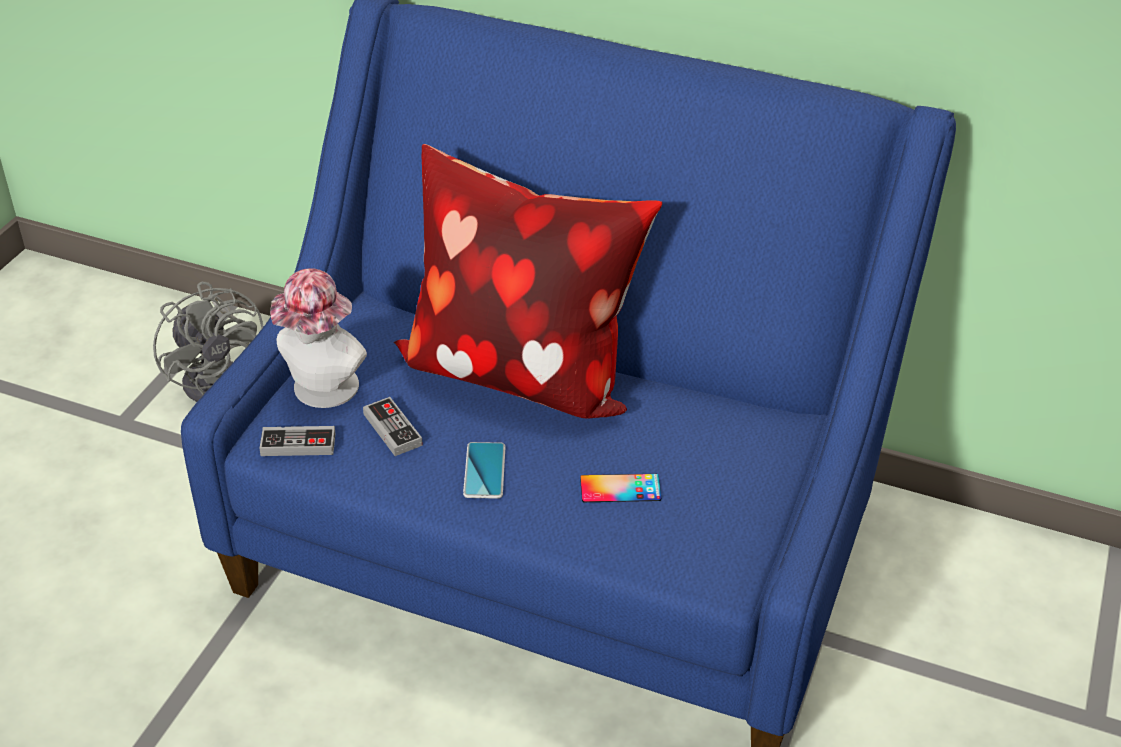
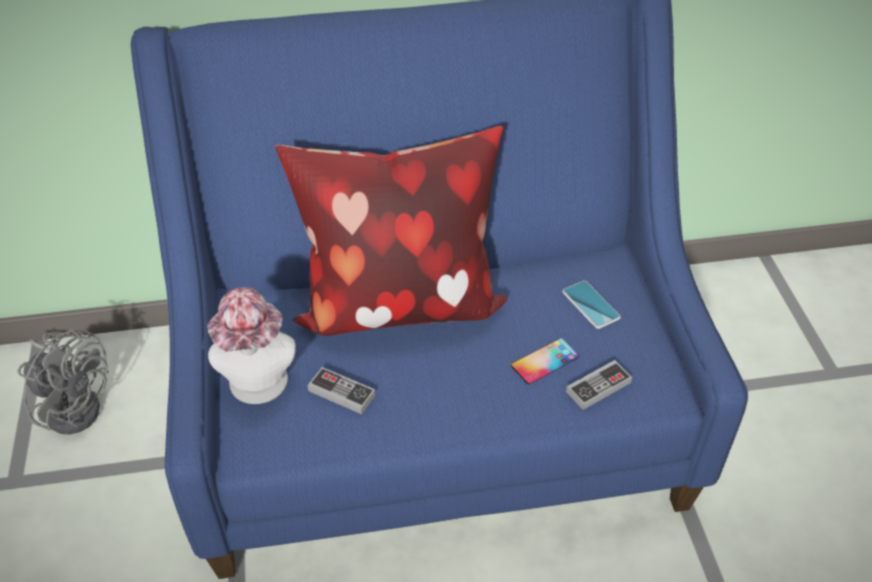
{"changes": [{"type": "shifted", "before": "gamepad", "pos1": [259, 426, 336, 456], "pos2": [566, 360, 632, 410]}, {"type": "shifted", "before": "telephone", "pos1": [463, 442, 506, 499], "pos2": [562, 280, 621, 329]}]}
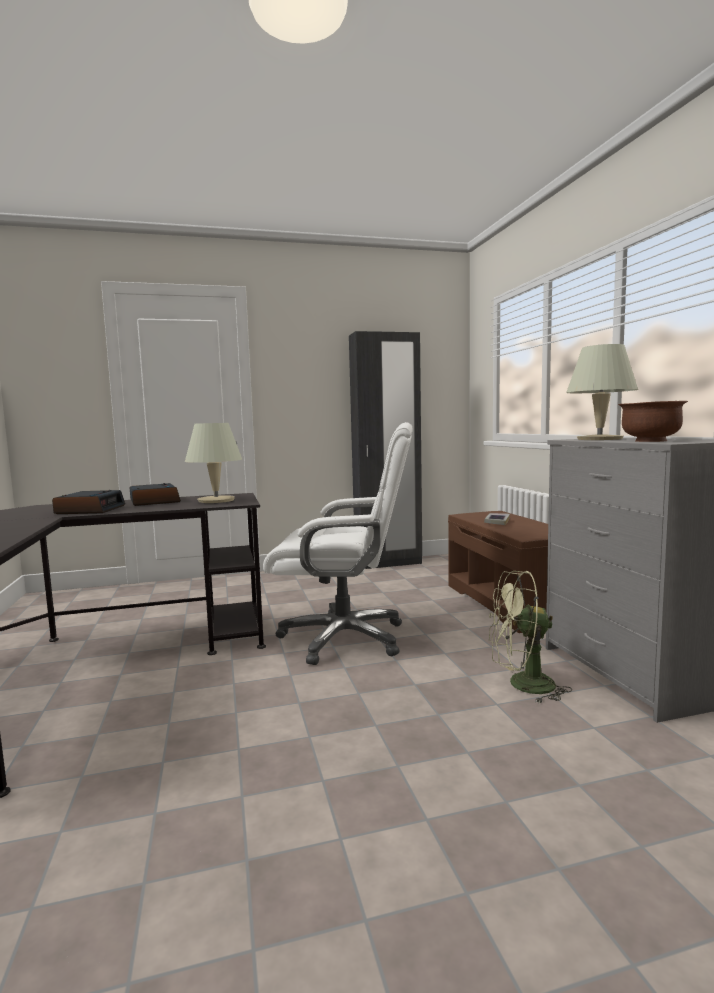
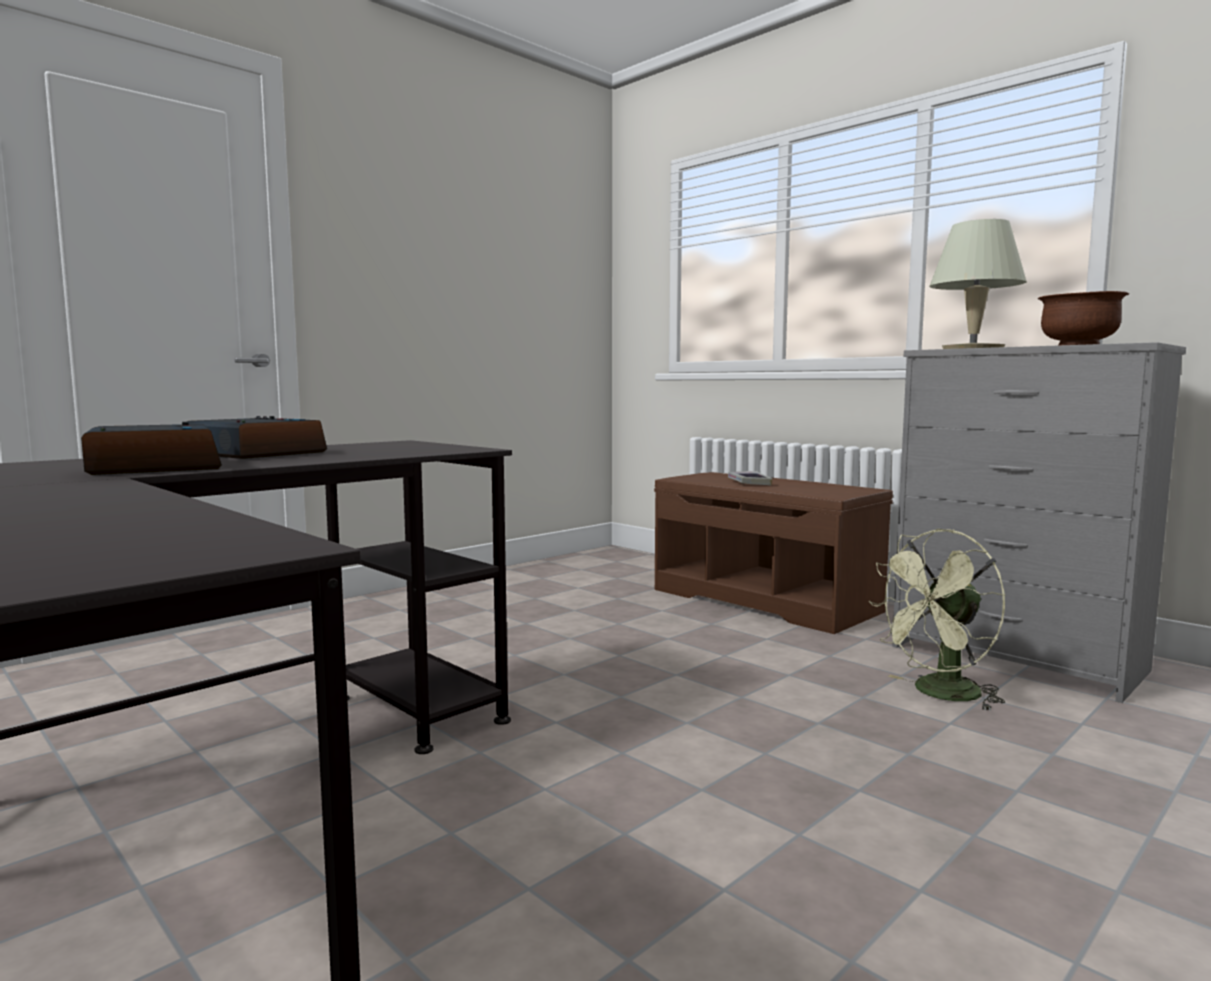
{"changes": [{"type": "gone", "before": "wardrobe/black-coloured", "pos1": [349, 331, 422, 569]}, {"type": "gone", "before": "computer chair/white", "pos1": [263, 422, 413, 665]}, {"type": "gone", "before": "lamp for a table/beige-coloured", "pos1": [185, 423, 242, 503]}]}
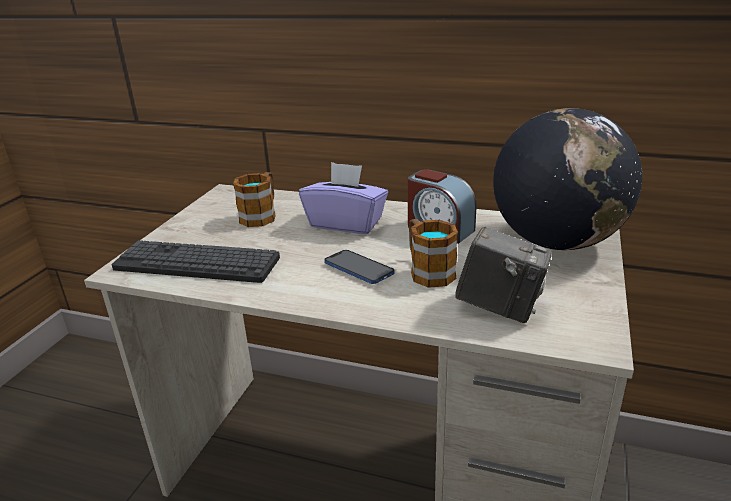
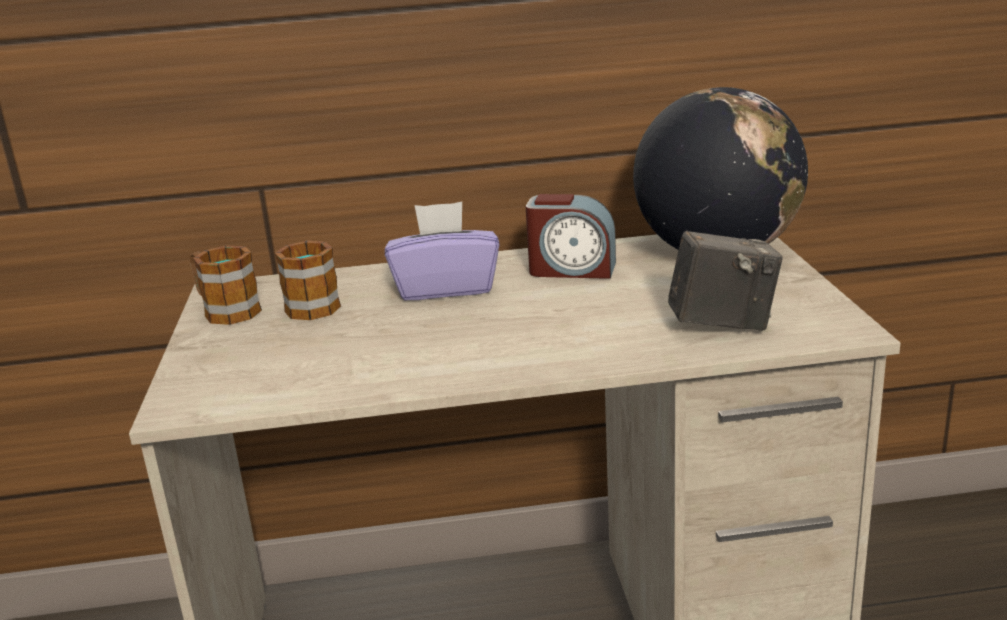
{"changes": [{"type": "shifted", "before": "mug", "pos1": [409, 219, 458, 288], "pos2": [190, 246, 262, 325]}, {"type": "gone", "before": "keyboard", "pos1": [112, 240, 280, 283]}, {"type": "gone", "before": "telephone", "pos1": [324, 250, 395, 284]}]}
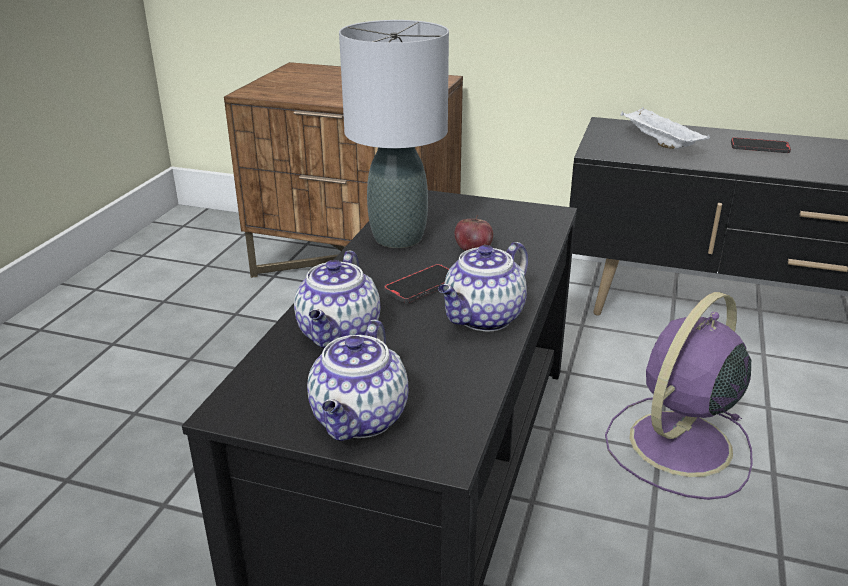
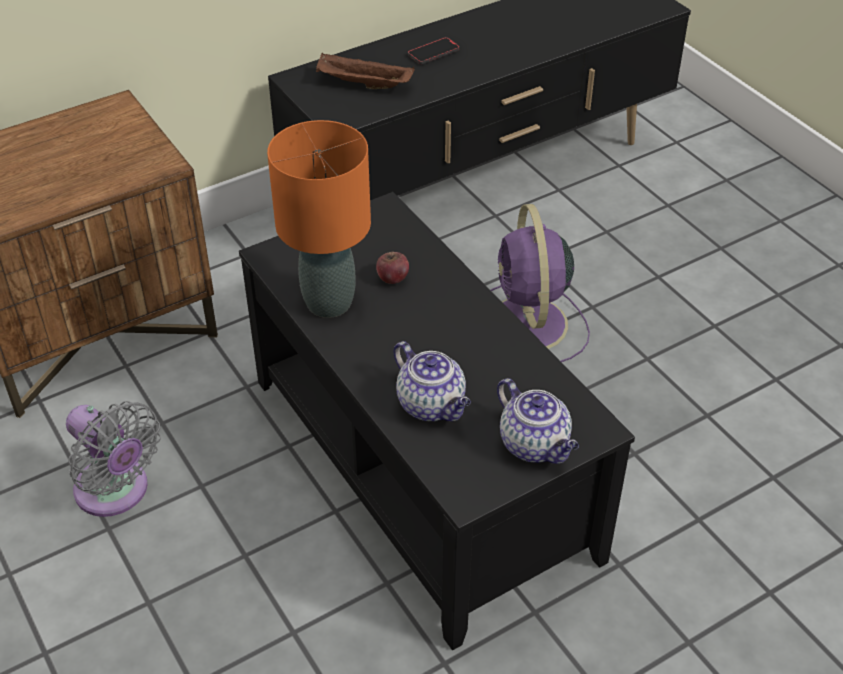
{"changes": [{"type": "repainted", "before": "lamp for a table/gray", "after": "lamp for a table/orange", "pos1": [339, 20, 449, 248], "pos2": [267, 120, 371, 318]}, {"type": "repainted", "before": "serving tray/white", "after": "serving tray/brown", "pos1": [621, 107, 710, 149], "pos2": [316, 53, 415, 89]}, {"type": "gone", "before": "tea pot", "pos1": [438, 242, 528, 331]}, {"type": "gone", "before": "telephone", "pos1": [384, 264, 449, 303]}, {"type": "new", "after": "electric fan/gray", "pos2": [66, 401, 161, 517]}]}
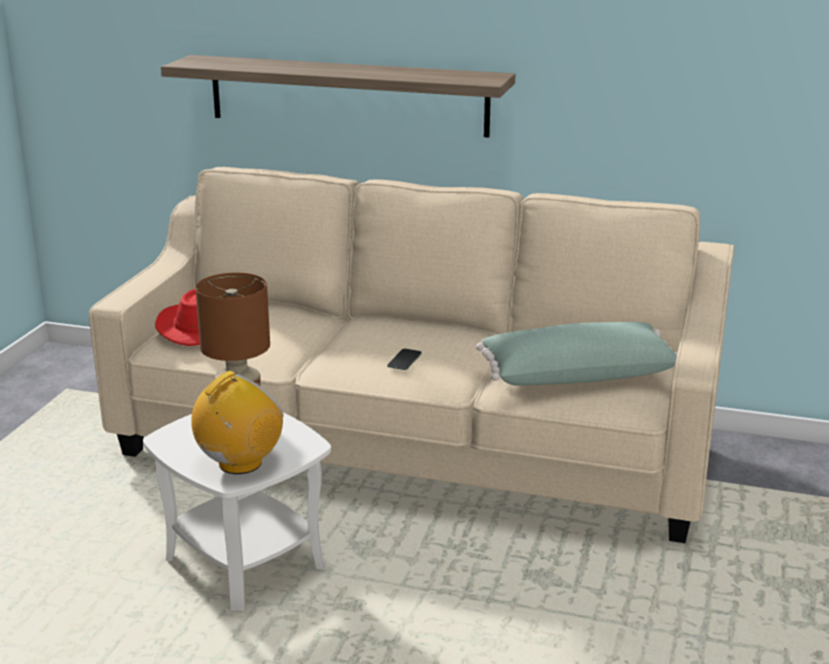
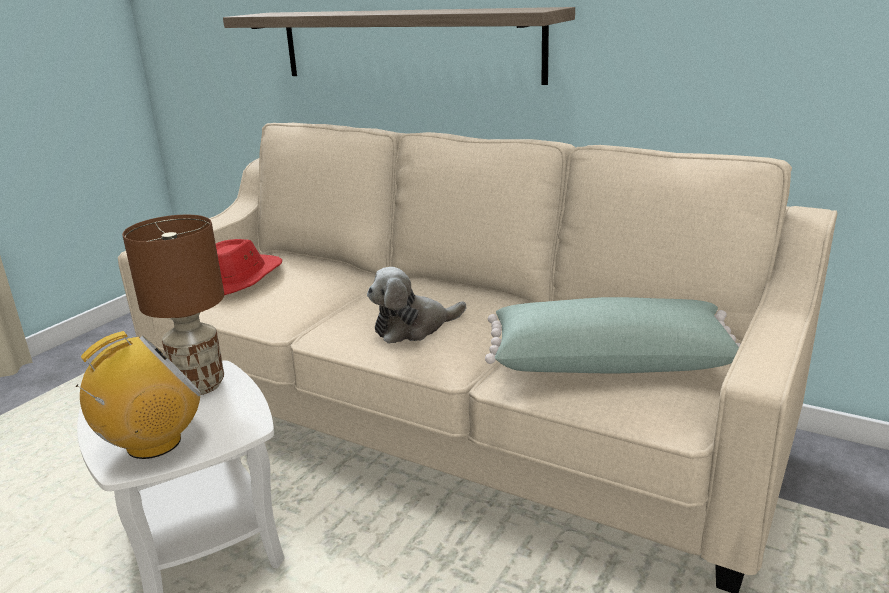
{"changes": [{"type": "swapped", "before": "telephone", "after": "soft toy", "pos1": [387, 349, 422, 370], "pos2": [367, 267, 467, 344]}]}
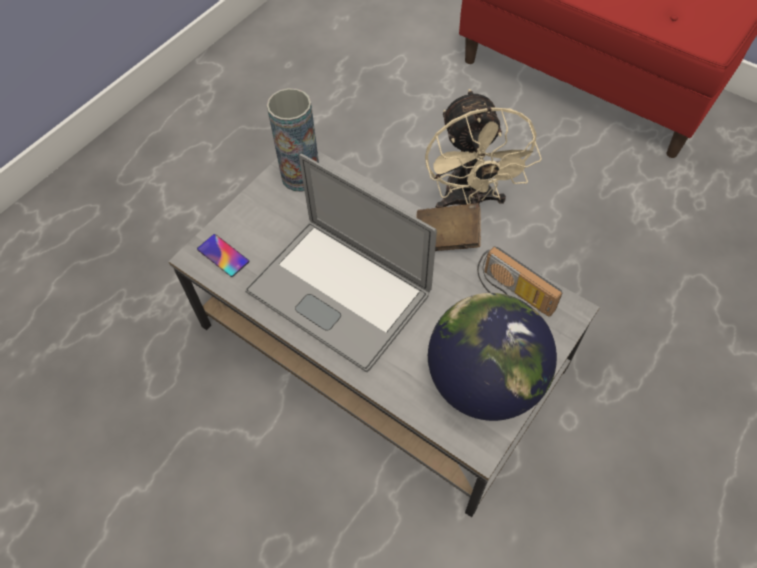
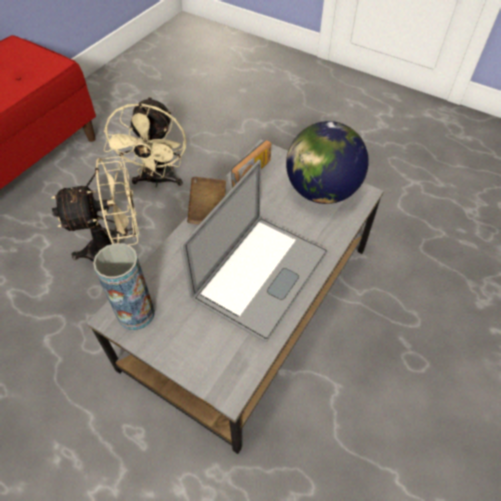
{"changes": [{"type": "gone", "before": "telephone", "pos1": [197, 234, 250, 277]}, {"type": "new", "after": "electric fan/beige-coloured", "pos2": [104, 96, 186, 187]}]}
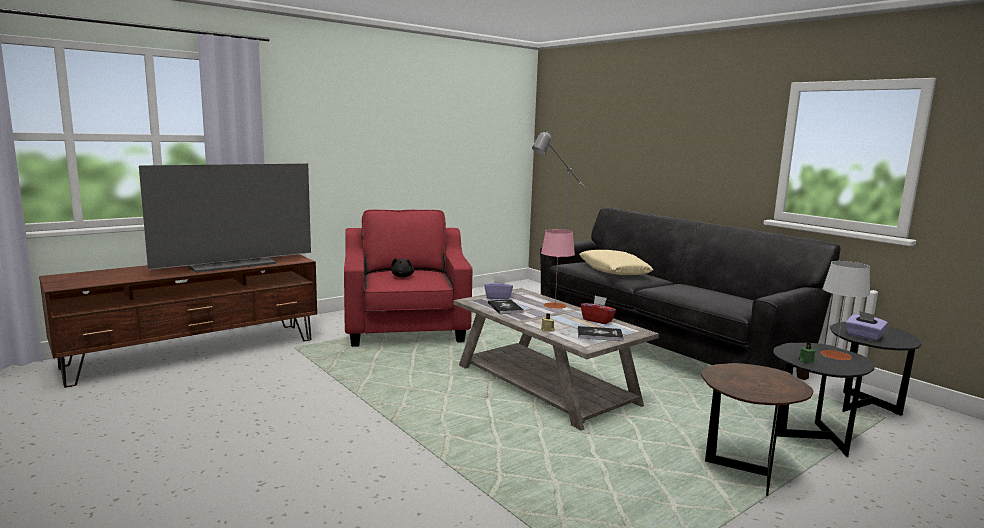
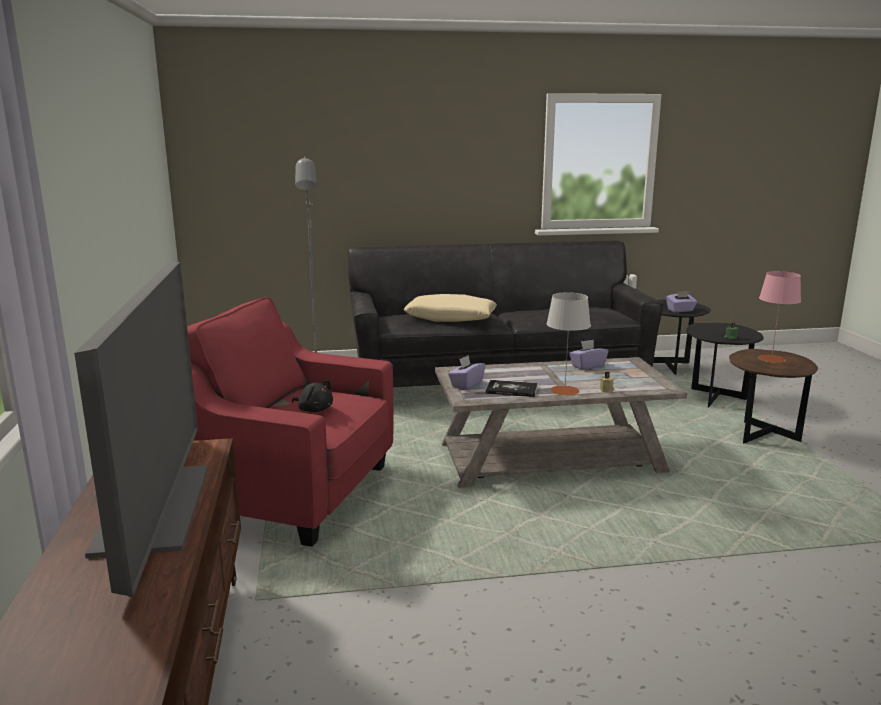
{"changes": [{"type": "shifted", "before": "lamp for a table/pink", "pos1": [541, 229, 575, 309], "pos2": [758, 271, 801, 363]}, {"type": "shifted", "before": "lamp for a table/gray", "pos1": [820, 261, 870, 360], "pos2": [547, 292, 591, 396]}, {"type": "repainted", "before": "tissue box/red", "after": "tissue box/purple", "pos1": [581, 296, 616, 324], "pos2": [569, 339, 608, 370]}, {"type": "gone", "before": "book", "pos1": [578, 326, 624, 341]}]}
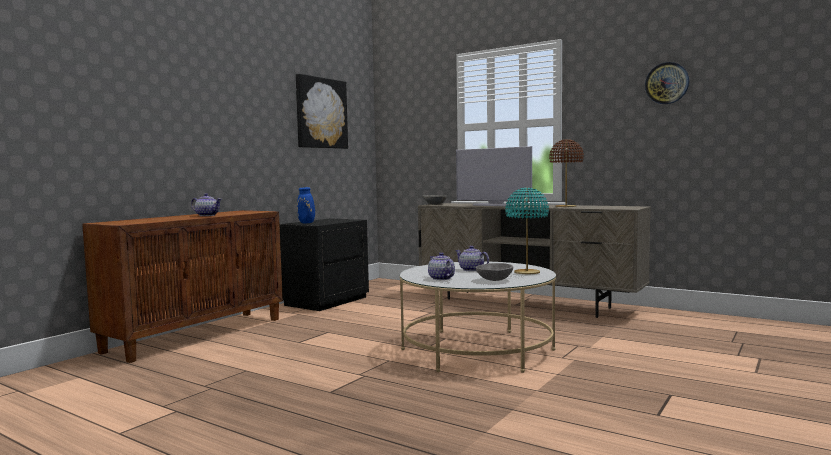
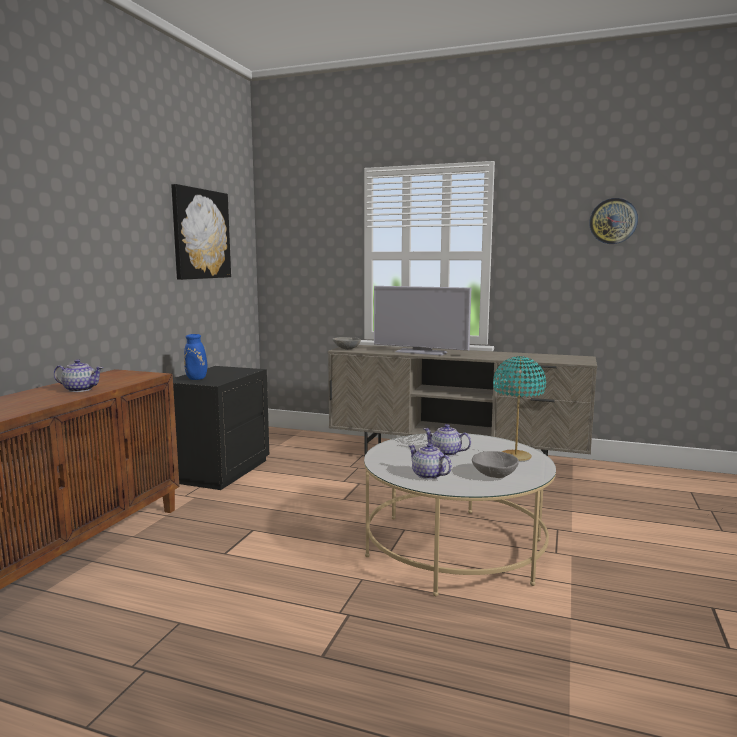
{"changes": [{"type": "gone", "before": "lamp for a table/brown", "pos1": [549, 139, 584, 207]}]}
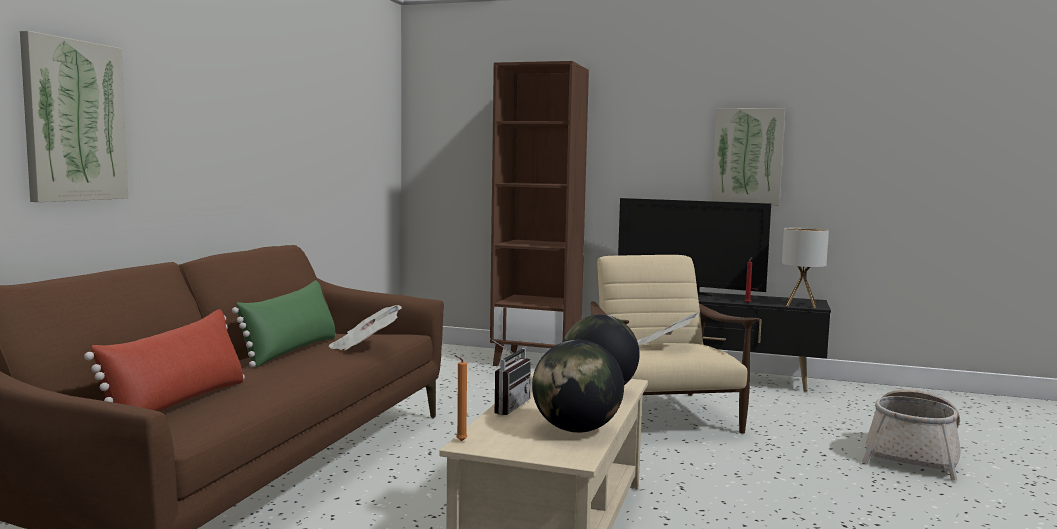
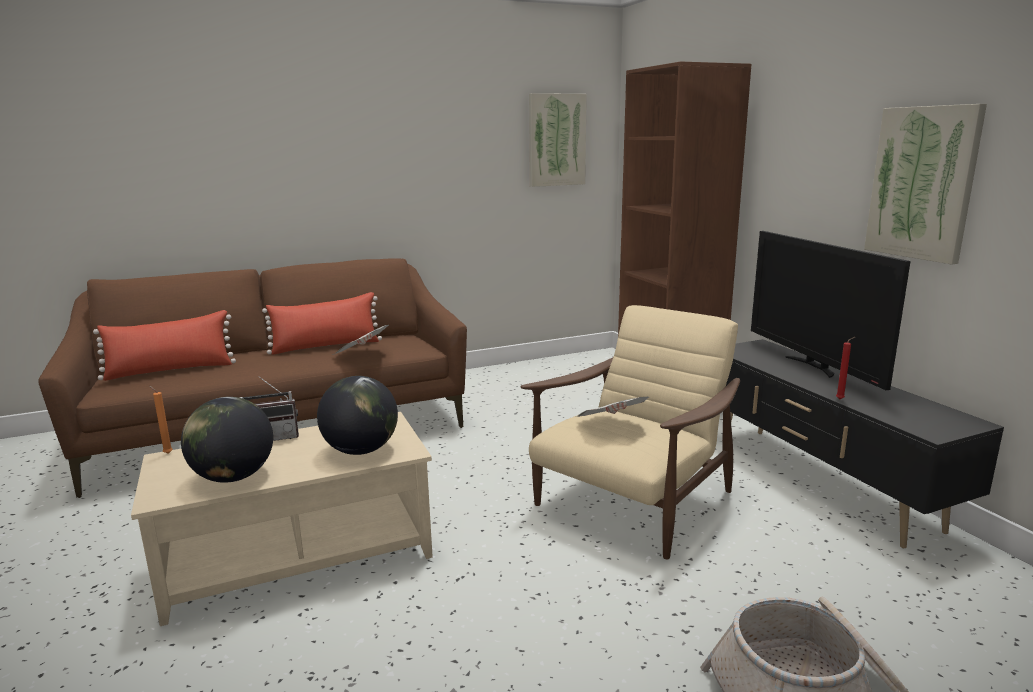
{"changes": [{"type": "shifted", "before": "picture", "pos1": [20, 31, 128, 202], "pos2": [529, 93, 587, 187]}, {"type": "gone", "before": "lamp for a table", "pos1": [782, 228, 829, 308]}, {"type": "repainted", "before": "throw pillow/green", "after": "throw pillow/red", "pos1": [232, 280, 336, 367], "pos2": [262, 292, 382, 355]}]}
